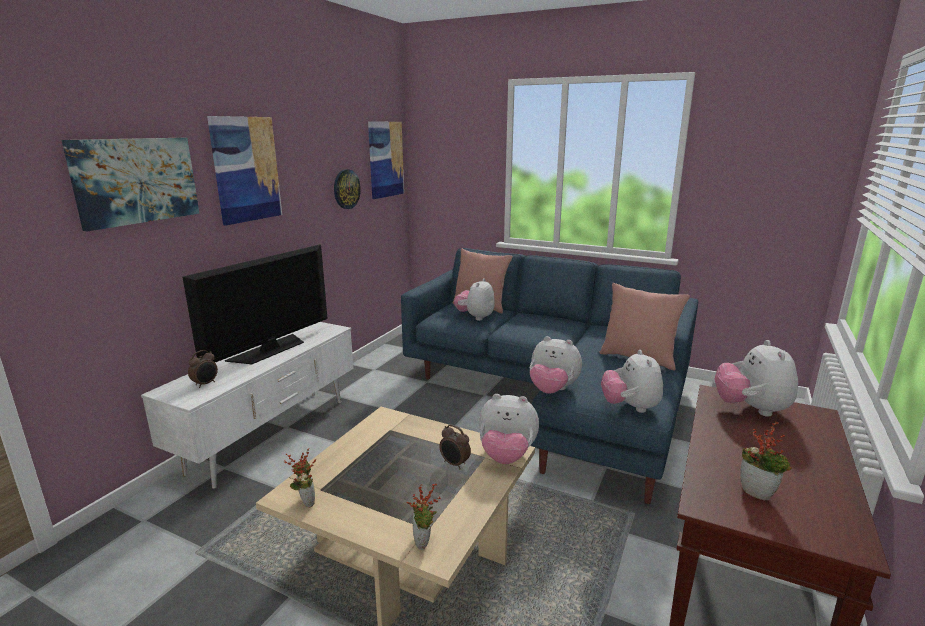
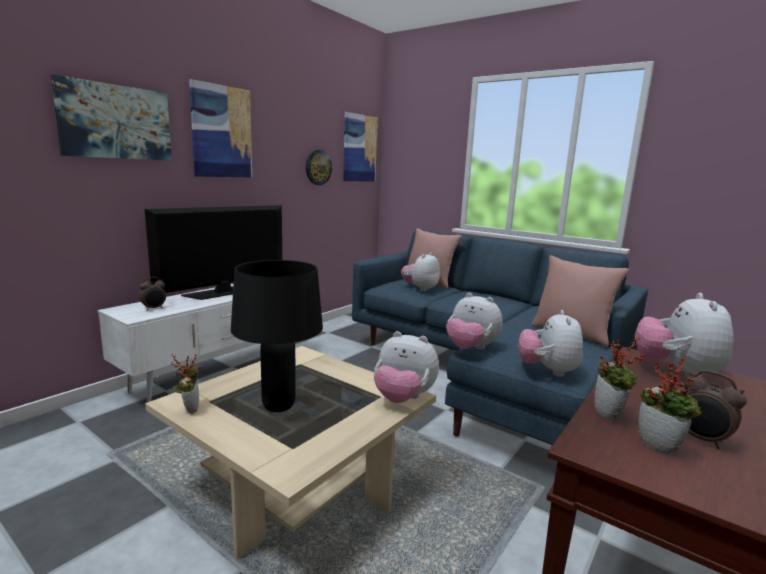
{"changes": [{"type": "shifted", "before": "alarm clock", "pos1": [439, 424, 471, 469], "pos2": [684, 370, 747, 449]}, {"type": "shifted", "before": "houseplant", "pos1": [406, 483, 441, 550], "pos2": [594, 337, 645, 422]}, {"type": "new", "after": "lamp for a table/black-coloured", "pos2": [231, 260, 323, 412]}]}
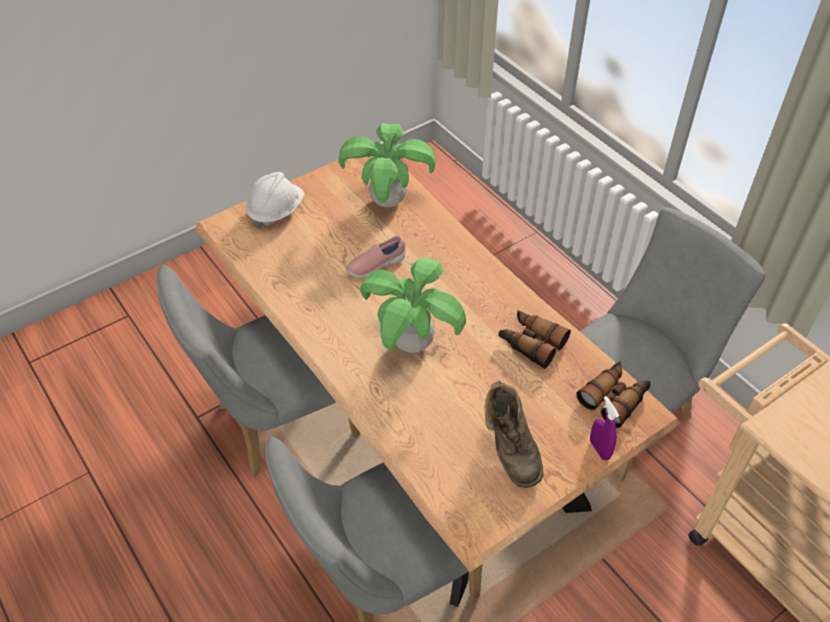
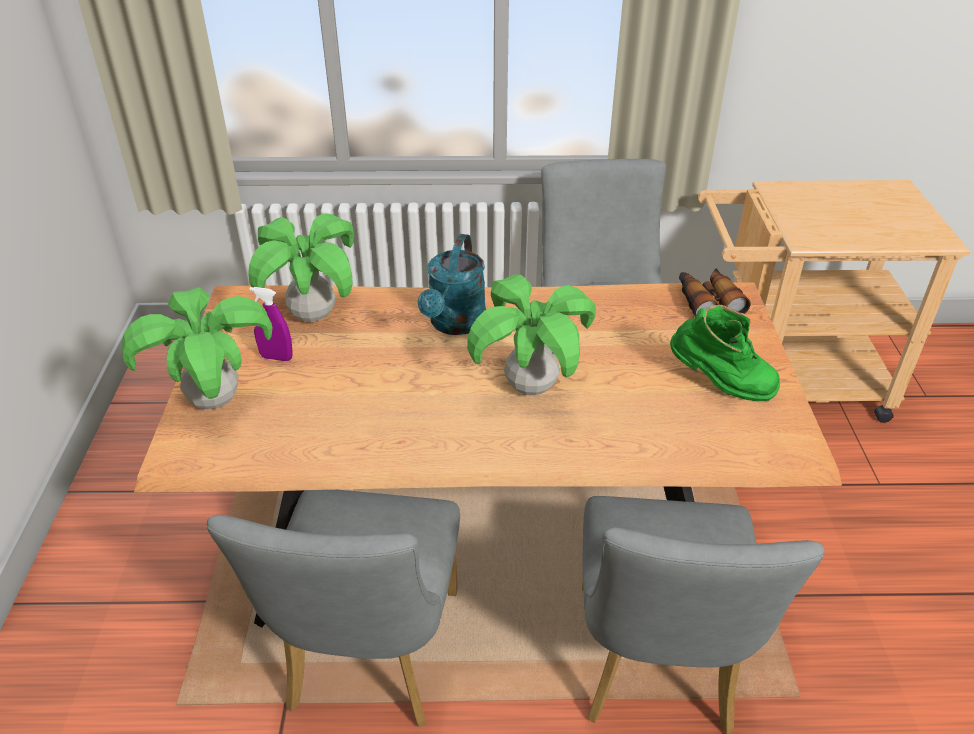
{"changes": [{"type": "swapped", "before": "work helmet/white", "after": "houseplant", "pos1": [246, 172, 305, 229], "pos2": [122, 287, 273, 409]}, {"type": "gone", "before": "item of footwear/pink", "pos1": [346, 236, 405, 278]}, {"type": "gone", "before": "binoculars", "pos1": [499, 310, 571, 369]}, {"type": "repainted", "before": "tall boot/brown", "after": "tall boot/green", "pos1": [485, 381, 543, 488], "pos2": [670, 305, 780, 401]}, {"type": "shifted", "before": "sprayer/purple", "pos1": [590, 396, 619, 460], "pos2": [249, 287, 293, 361]}, {"type": "new", "after": "watering can/turquoise", "pos2": [418, 234, 486, 335]}]}
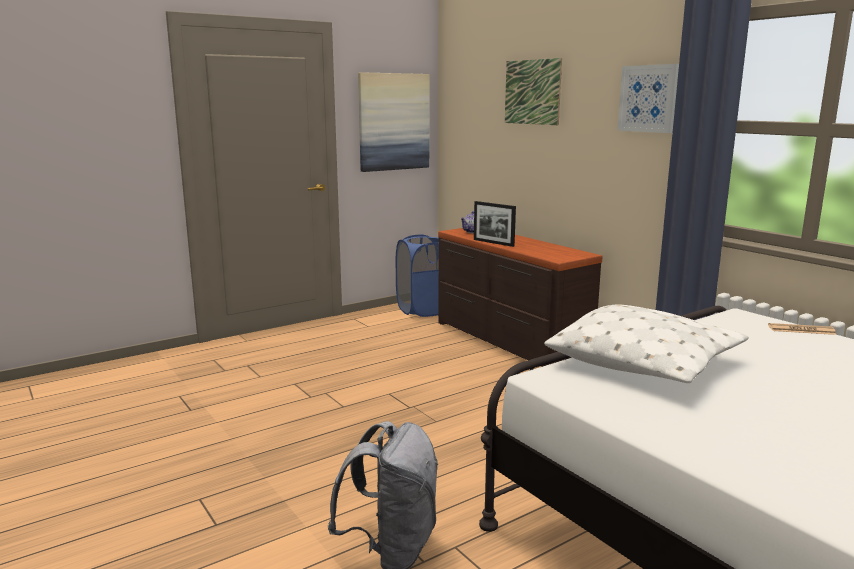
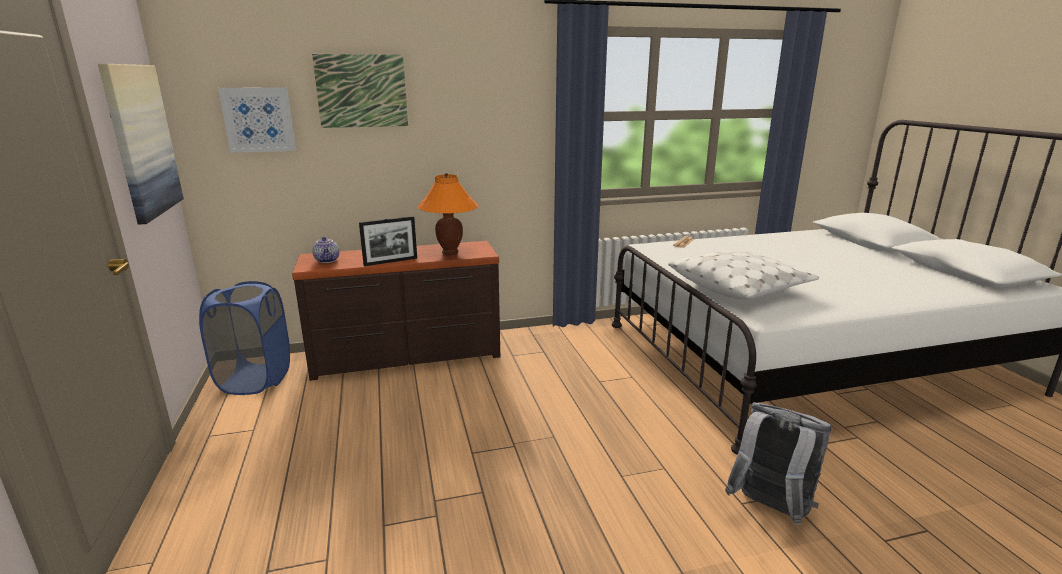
{"changes": [{"type": "shifted", "before": "picture", "pos1": [617, 64, 679, 133], "pos2": [218, 87, 296, 153]}, {"type": "new", "after": "lamp for a table/orange", "pos2": [417, 173, 478, 255]}]}
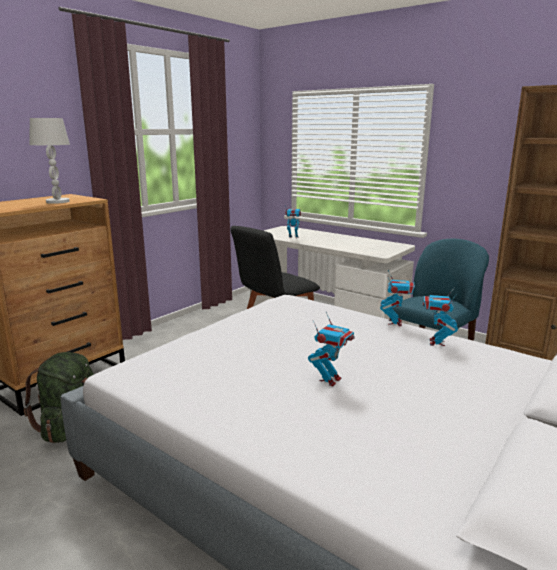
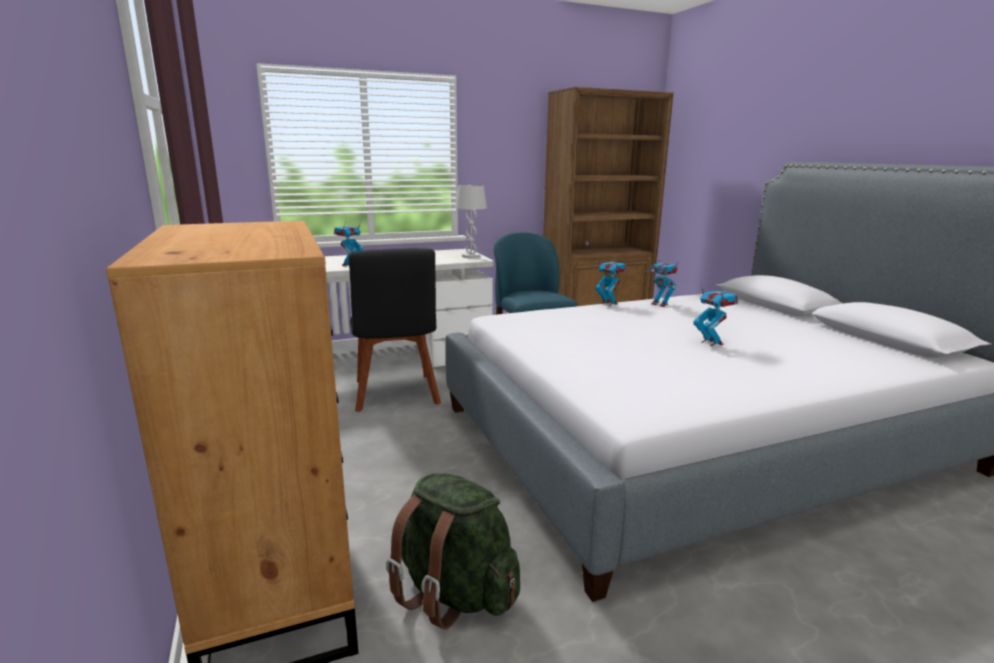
{"changes": [{"type": "shifted", "before": "lamp for a table/white", "pos1": [30, 118, 70, 204], "pos2": [455, 185, 487, 258]}]}
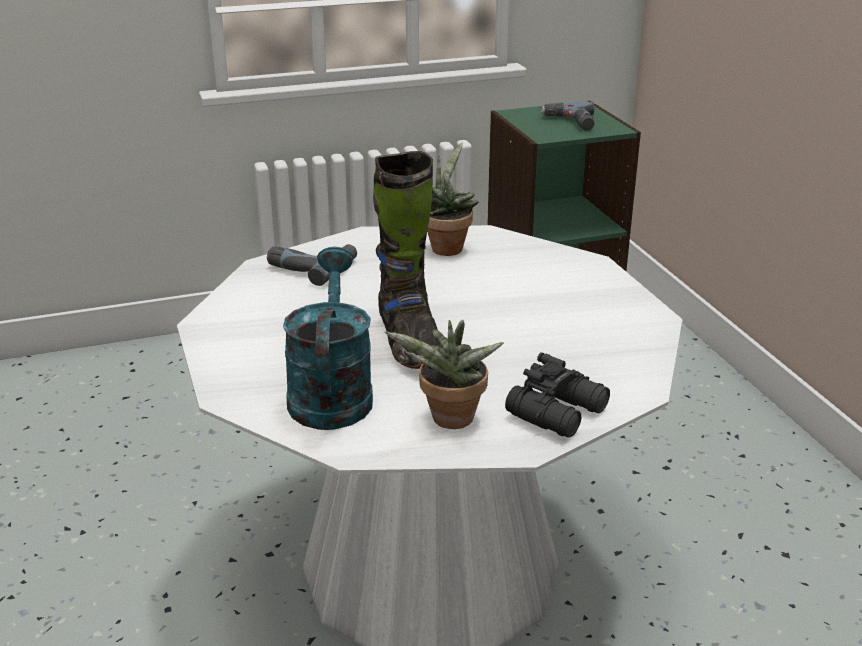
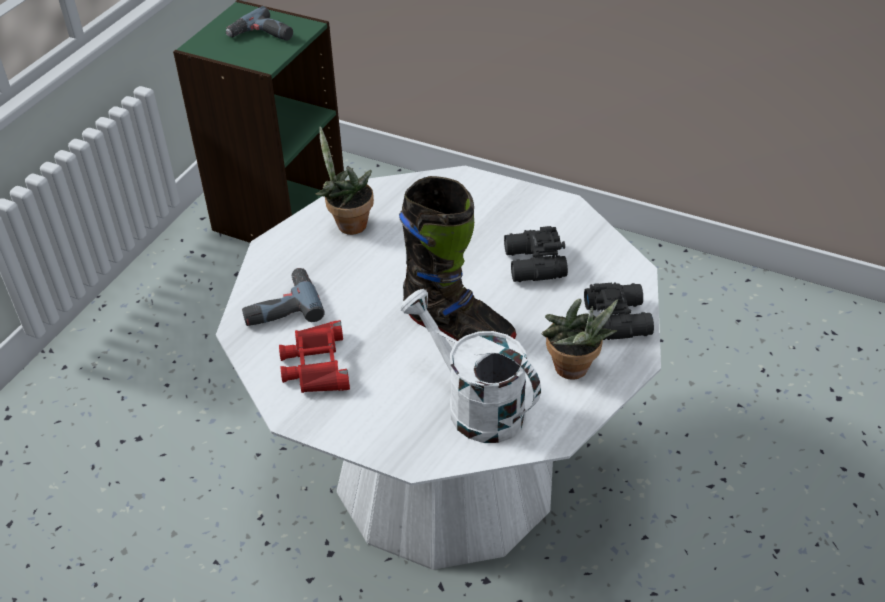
{"changes": [{"type": "repainted", "before": "watering can/turquoise", "after": "watering can/white", "pos1": [283, 247, 373, 430], "pos2": [401, 289, 541, 443]}, {"type": "new", "after": "binoculars/black-coloured", "pos2": [504, 226, 568, 282]}, {"type": "new", "after": "binoculars/red", "pos2": [279, 320, 350, 393]}]}
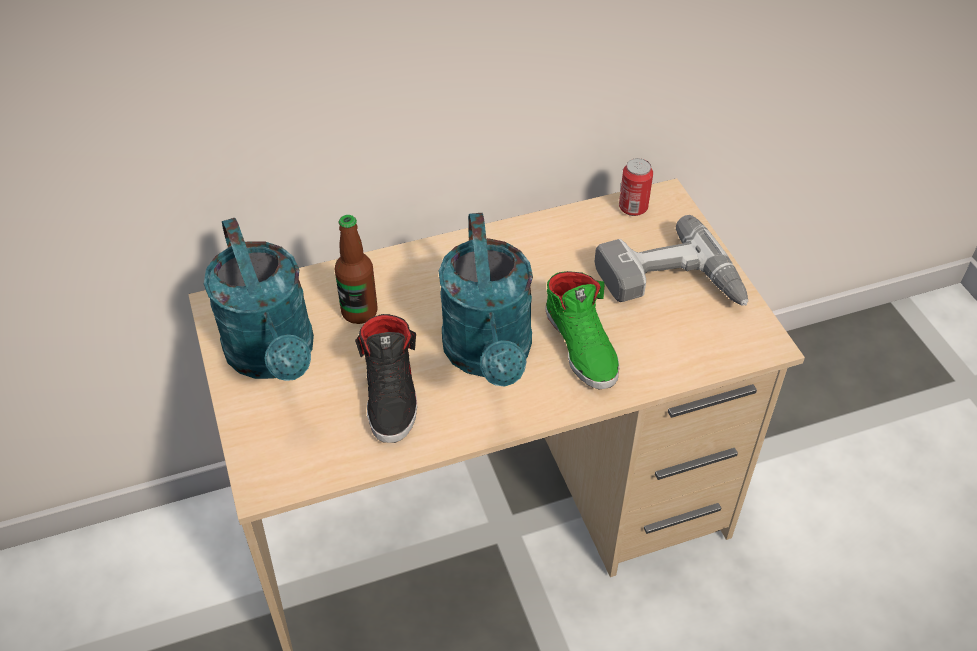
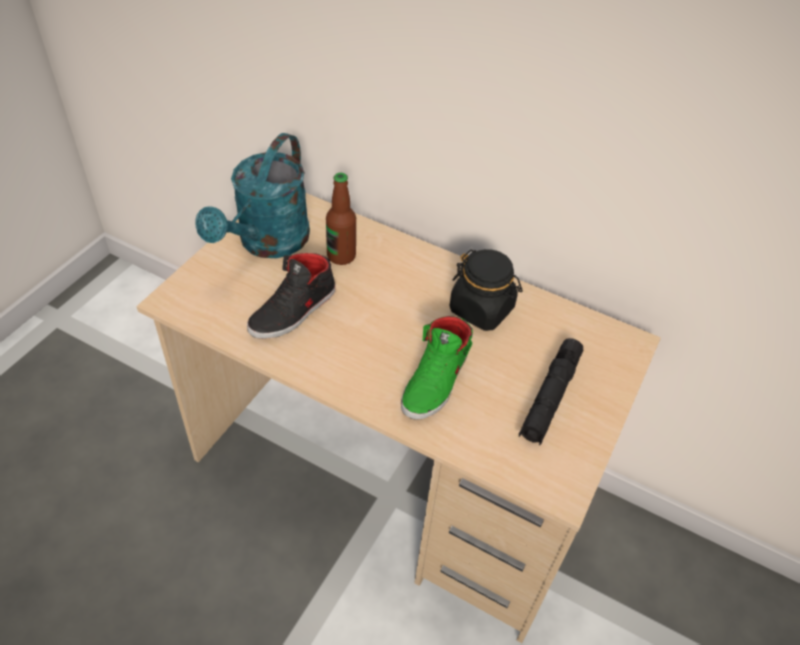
{"changes": [{"type": "gone", "before": "sealed can", "pos1": [619, 158, 653, 216]}, {"type": "gone", "before": "watering can/turquoise", "pos1": [439, 213, 533, 387]}, {"type": "swapped", "before": "power drill", "after": "torch/black-coloured", "pos1": [595, 215, 748, 306], "pos2": [519, 338, 583, 446]}, {"type": "new", "after": "storage jar/black-coloured", "pos2": [450, 249, 522, 331]}]}
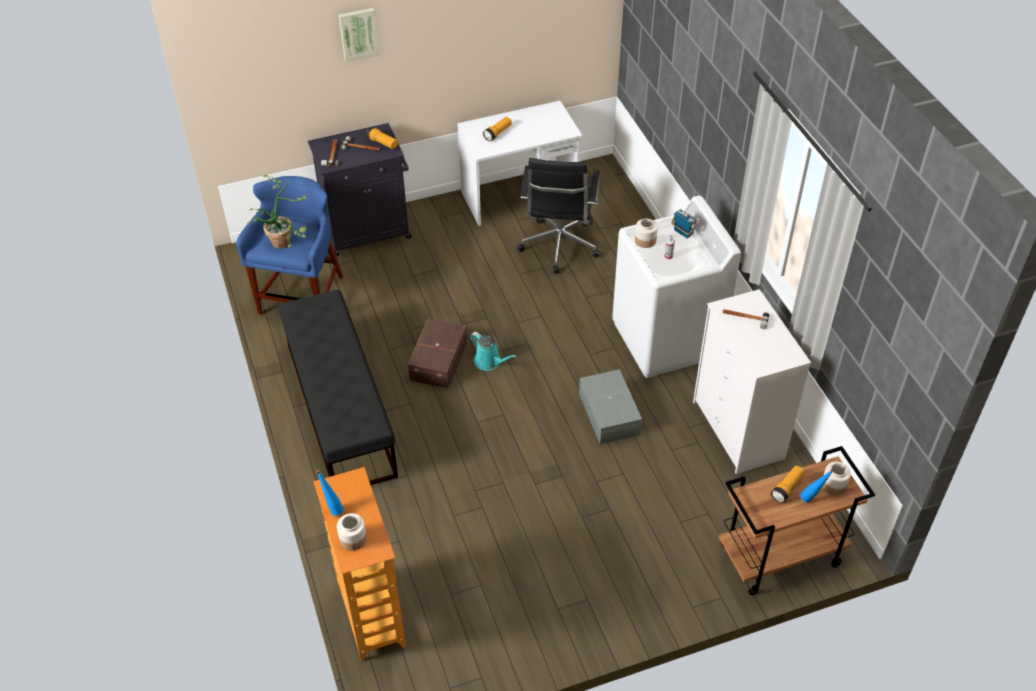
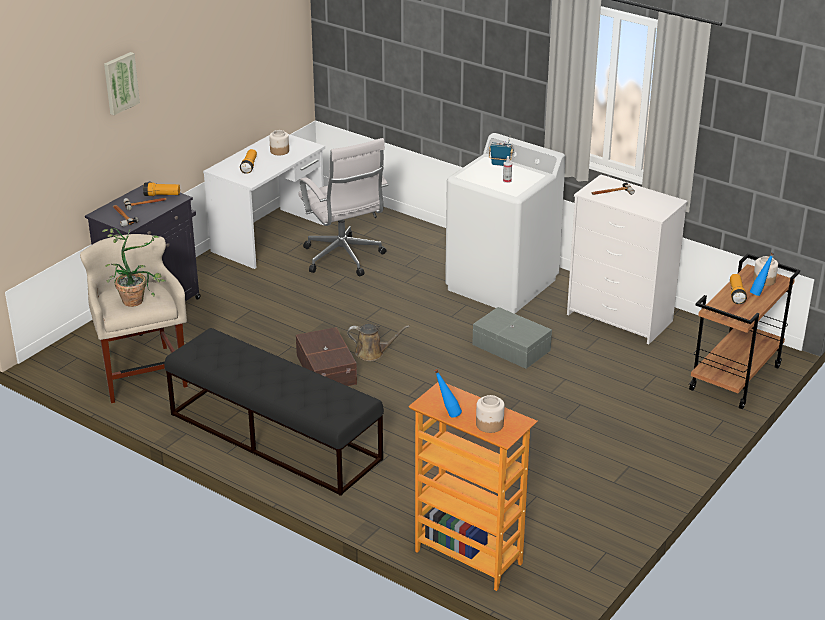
{"changes": [{"type": "repainted", "before": "computer chair/black-coloured", "after": "computer chair/white", "pos1": [517, 158, 600, 274], "pos2": [298, 138, 388, 277]}, {"type": "repainted", "before": "stool/blue", "after": "stool/beige-coloured", "pos1": [236, 176, 344, 315], "pos2": [80, 234, 188, 404]}, {"type": "shifted", "before": "storage jar", "pos1": [635, 219, 658, 248], "pos2": [269, 130, 289, 155]}, {"type": "repainted", "before": "watering can/turquoise", "after": "watering can/brown", "pos1": [470, 332, 517, 371], "pos2": [347, 324, 410, 361]}]}
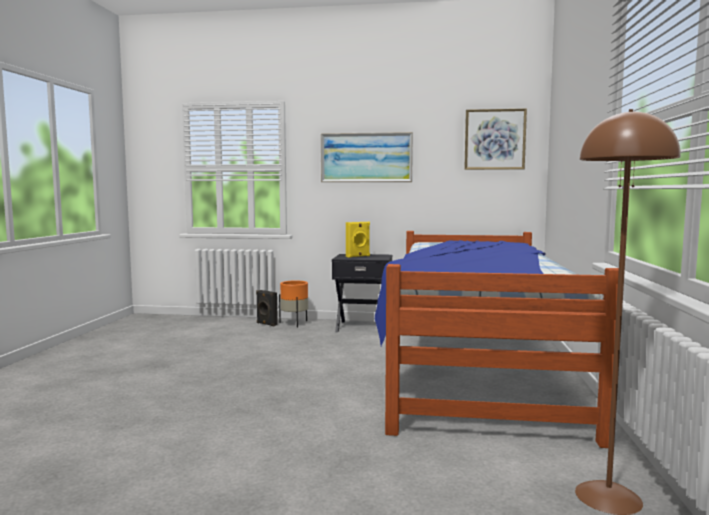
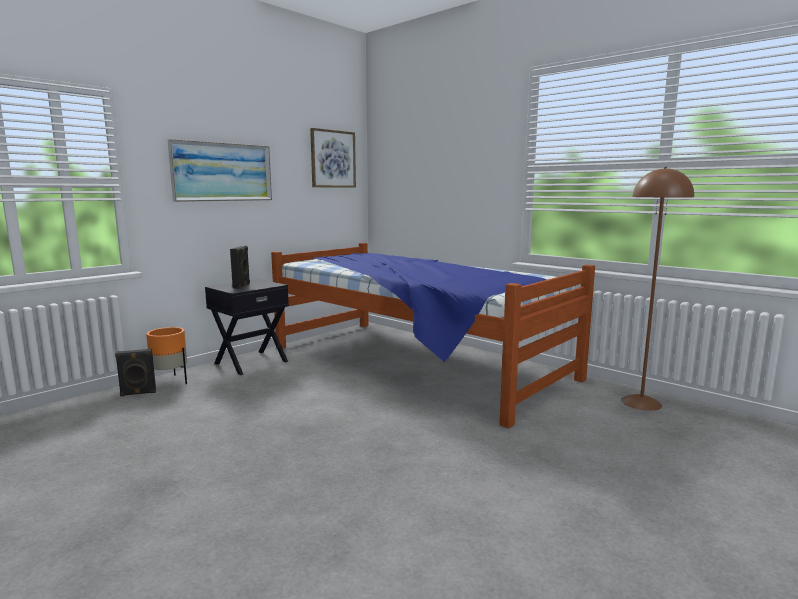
{"changes": [{"type": "repainted", "before": "speaker/yellow-coloured", "after": "speaker/black-coloured", "pos1": [346, 222, 370, 258], "pos2": [230, 246, 250, 289]}]}
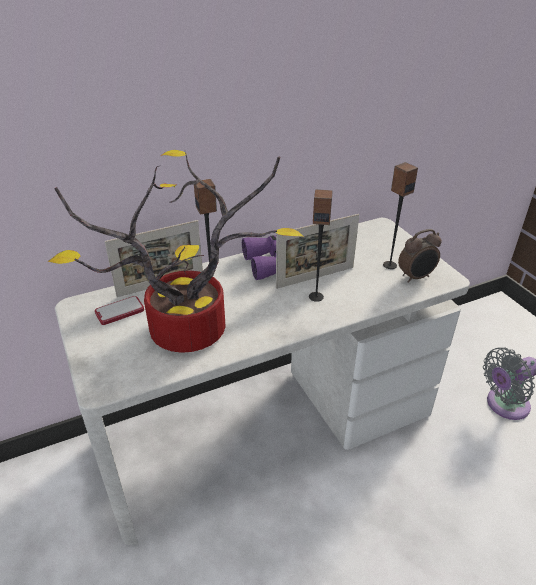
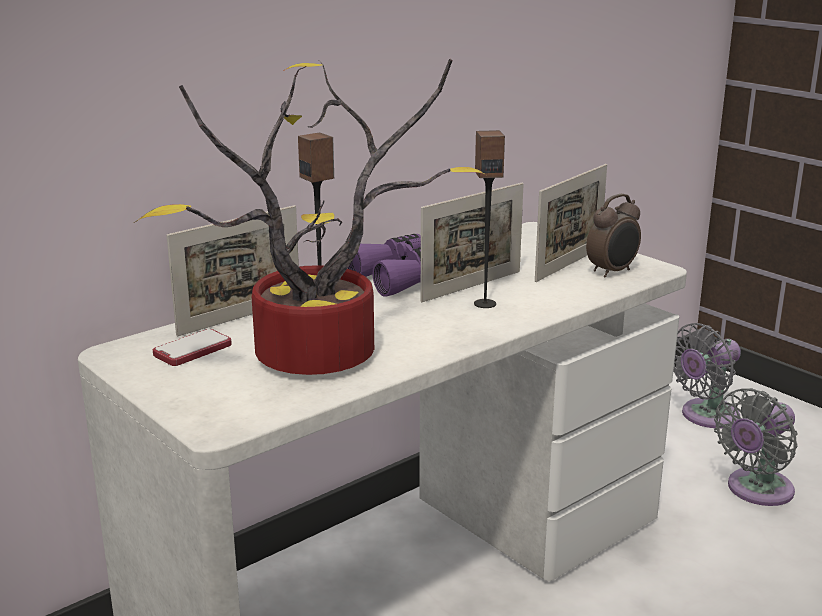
{"changes": [{"type": "swapped", "before": "speaker", "after": "photo frame", "pos1": [383, 162, 418, 269], "pos2": [535, 164, 607, 282]}, {"type": "new", "after": "electric fan/gray", "pos2": [673, 323, 741, 428]}]}
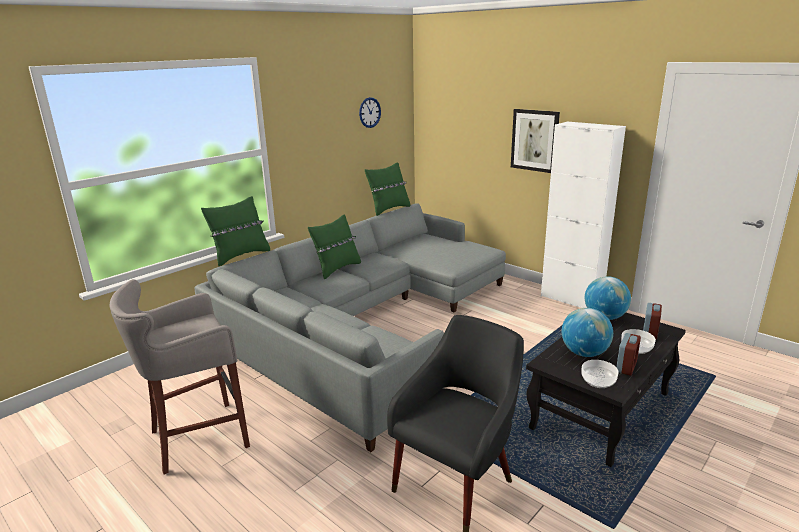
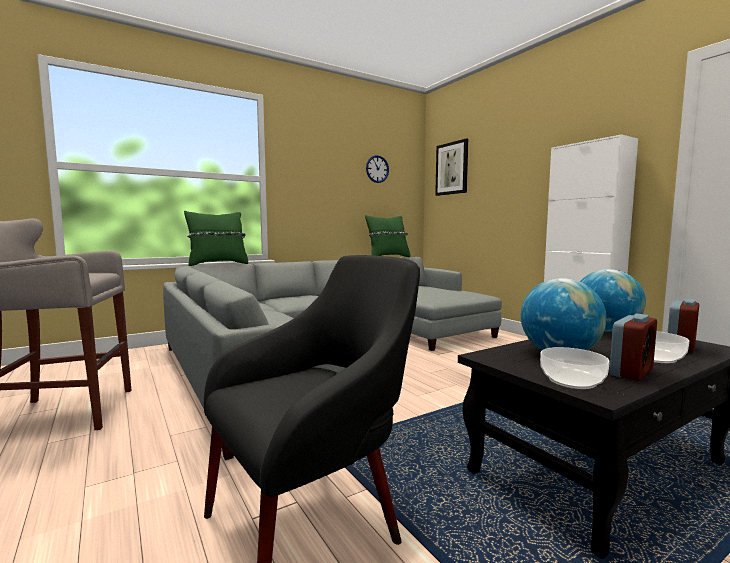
{"changes": [{"type": "shifted", "before": "picture", "pos1": [511, 109, 560, 173], "pos2": [435, 139, 468, 196]}, {"type": "gone", "before": "throw pillow/green", "pos1": [308, 214, 361, 279]}]}
